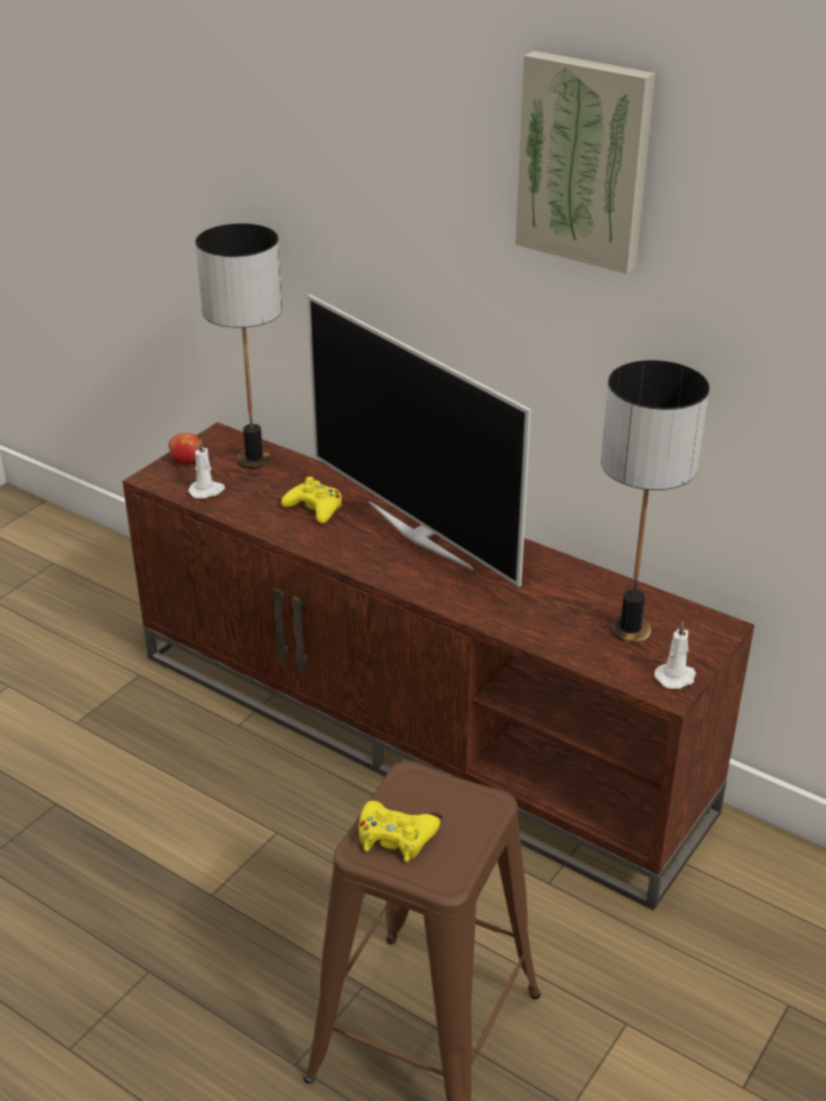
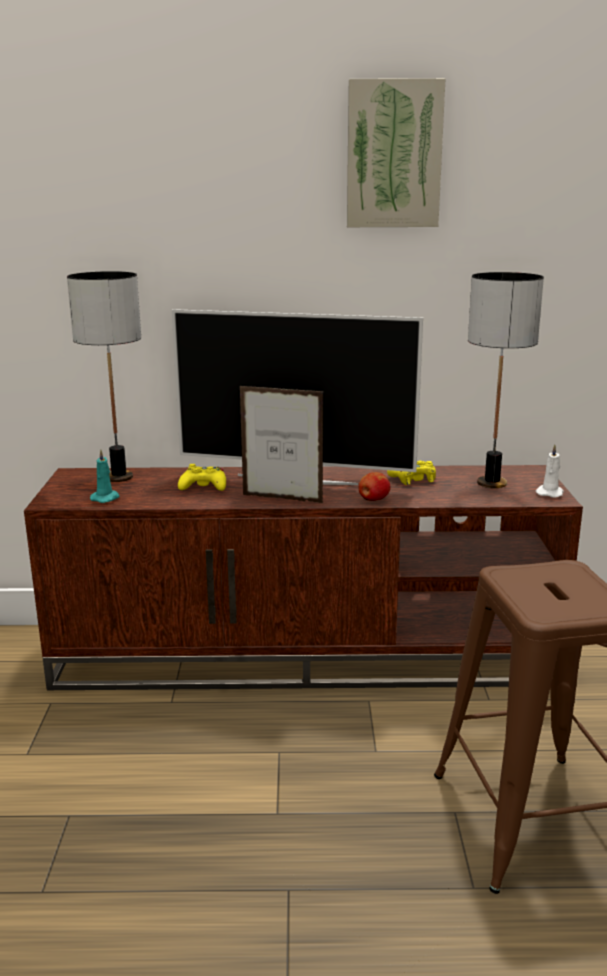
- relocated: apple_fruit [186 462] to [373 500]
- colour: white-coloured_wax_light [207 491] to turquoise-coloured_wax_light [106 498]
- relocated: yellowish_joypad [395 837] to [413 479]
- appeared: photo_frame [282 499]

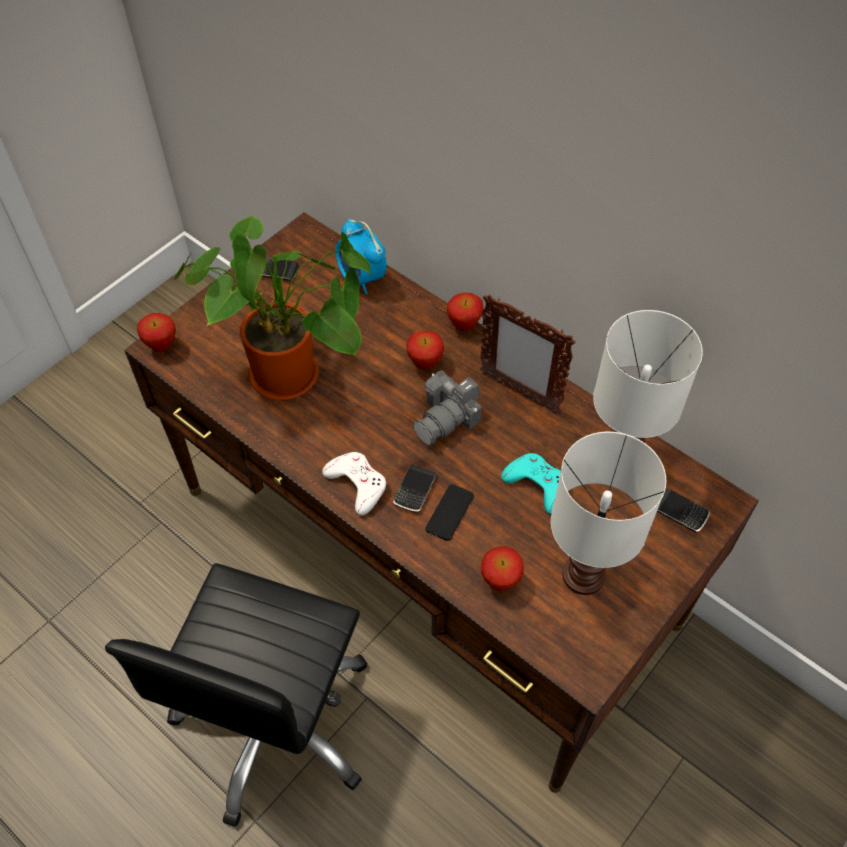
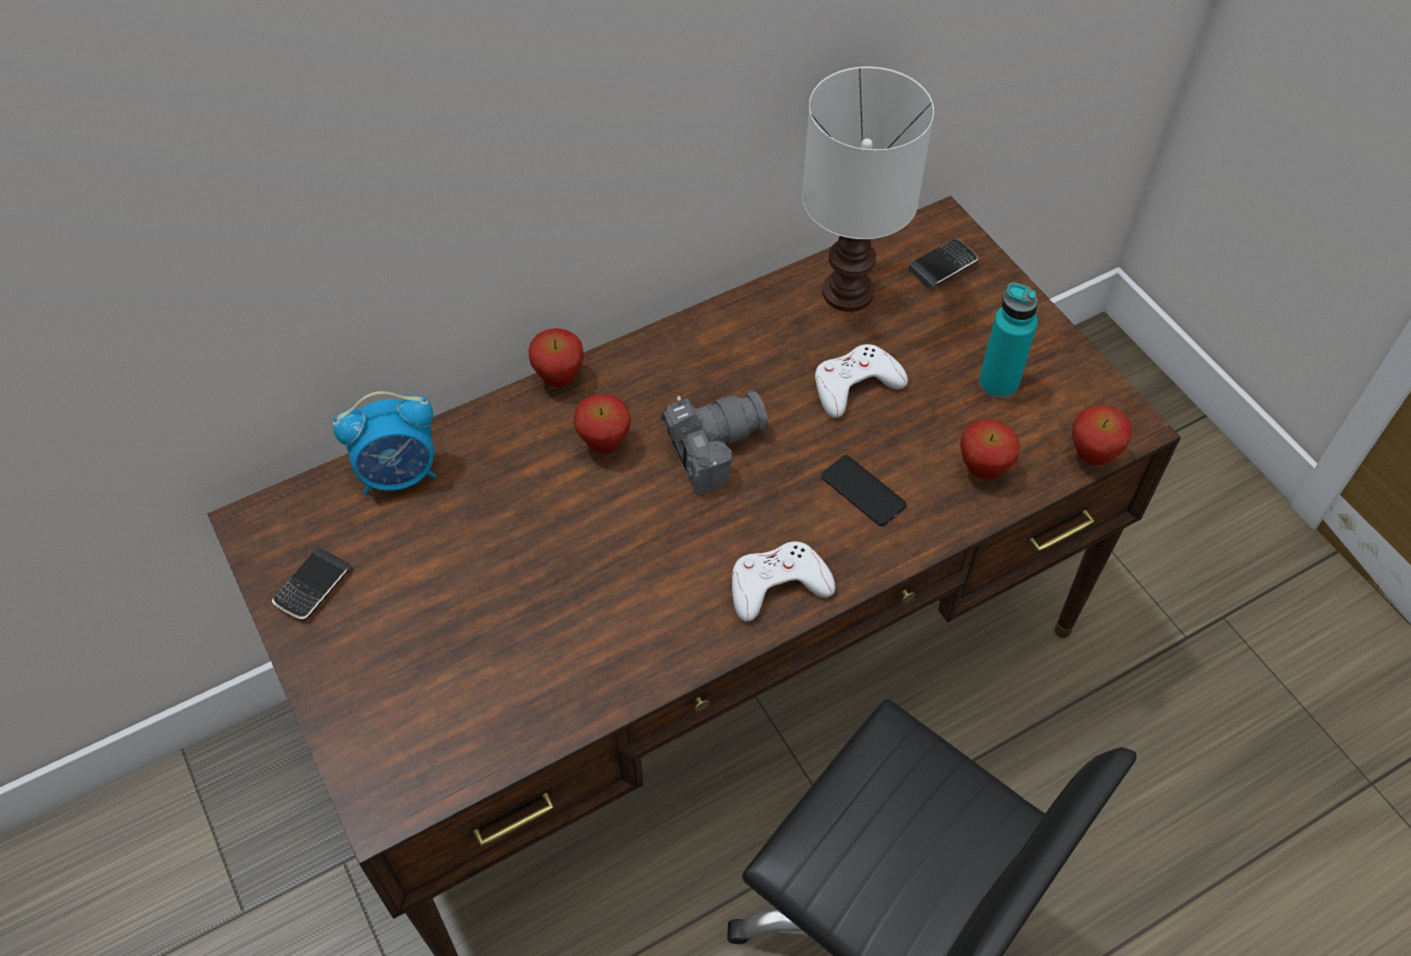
- missing: plant_in_a_pot [293 375]
- missing: photo_frame [519 392]
- relocated: apple_fruit [162 346] to [1092 456]
- spun: still_camera [447 418] = [710 447] 90 degrees counterclockwise
- exchanged: white-coloured_table_lamp [584 574] to turquoise-coloured_drink_bottle [998 383]
- colour: turquoise-coloured_joypad [537 484] to white-coloured_joypad [855 385]
- missing: phone [415 490]

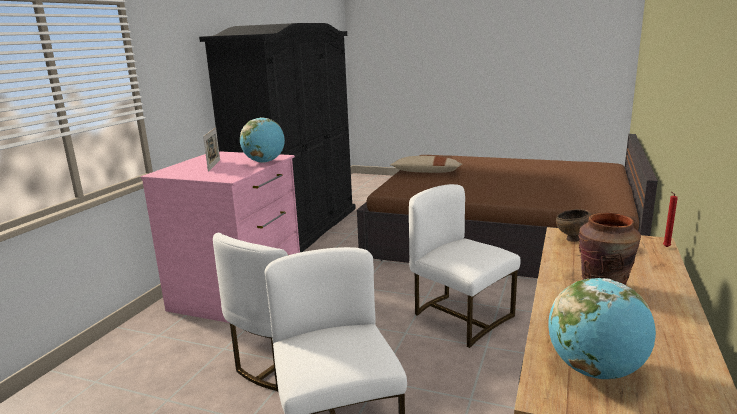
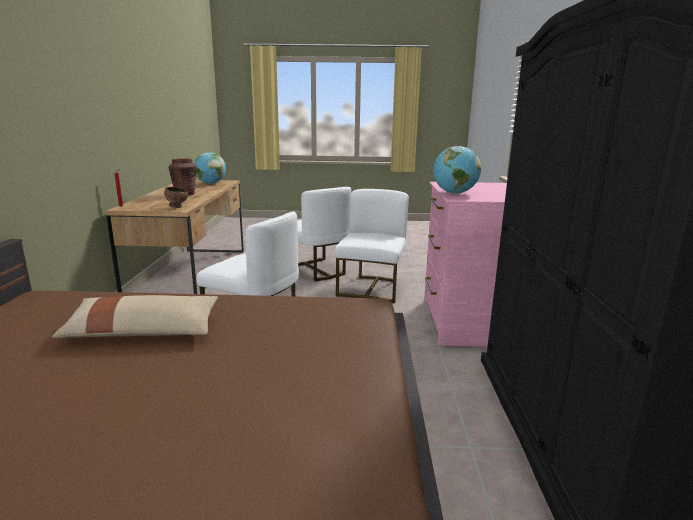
- missing: photo_frame [214 165]
- relocated: sand-coloured_pillow [426 172] to [143 331]

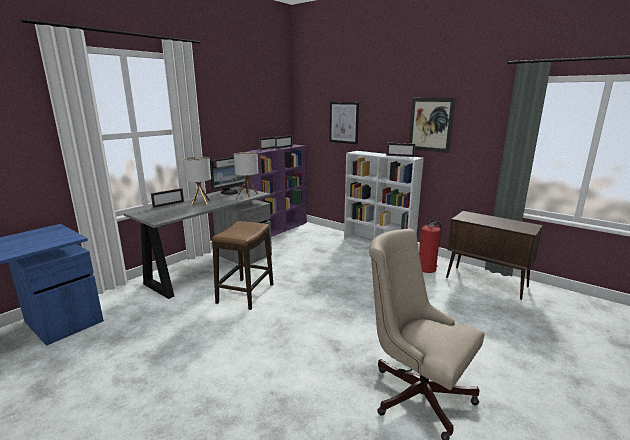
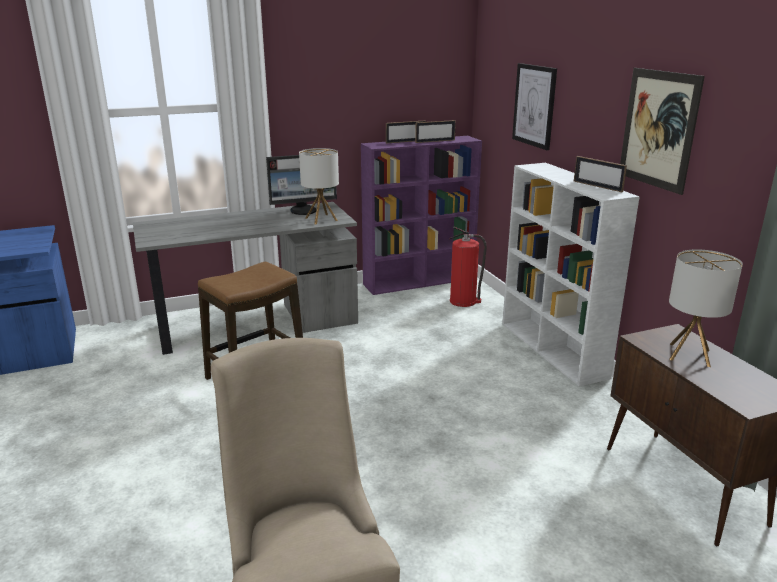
- relocated: table_lamp [200 202] to [689 354]
- missing: photo_frame [168 205]
- relocated: fire_extinguisher [427 268] to [464 301]

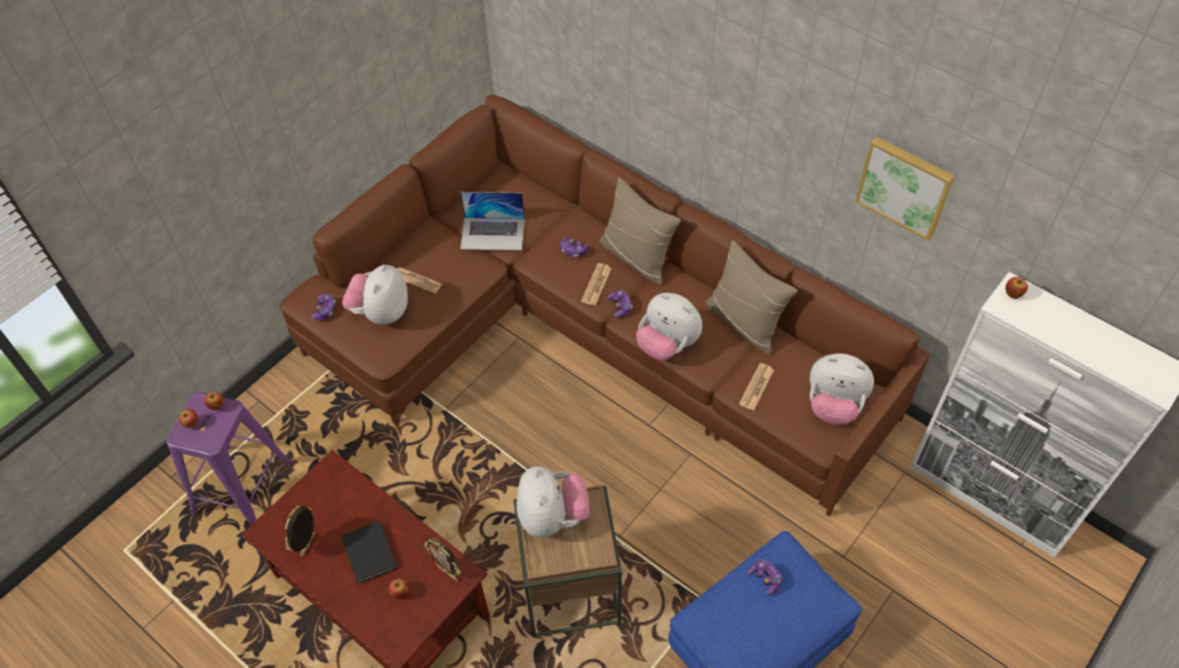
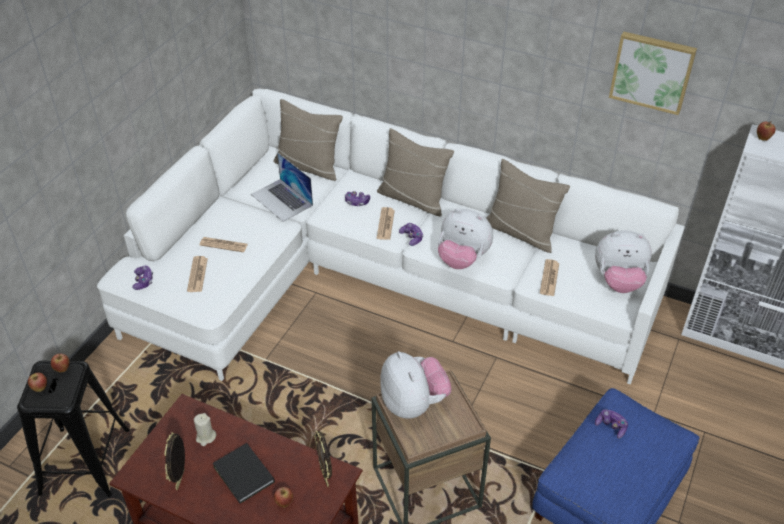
- colour: brown_sofa [585 332] to white-coloured_sofa [374 279]
- spun: portable_computer [493 234] = [282 200] 60 degrees clockwise
- exchanged: cuddly_toy [381 312] to printed_paper [197 274]
- colour: purple_stool [242 488] to blackish_stool [85 462]
- spun: photo_frame [448 573] = [325 476] 45 degrees clockwise
- appeared: sand-coloured_pillow [308 166]
- appeared: sand-coloured_wax_light [205 437]

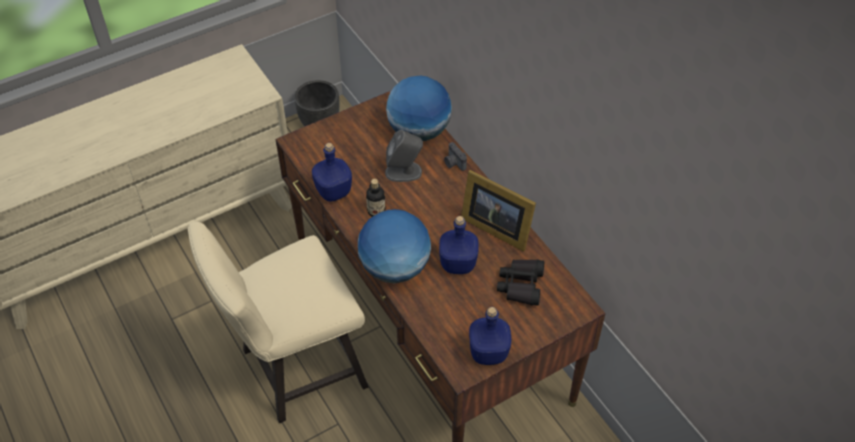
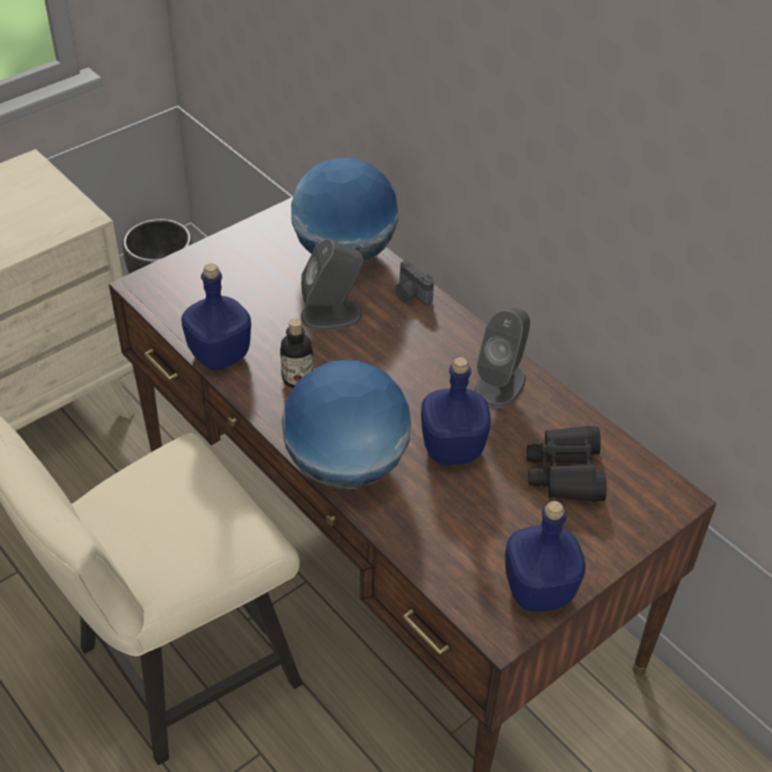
- exchanged: photo_frame [495 226] to grey_loudspeaker [500 384]

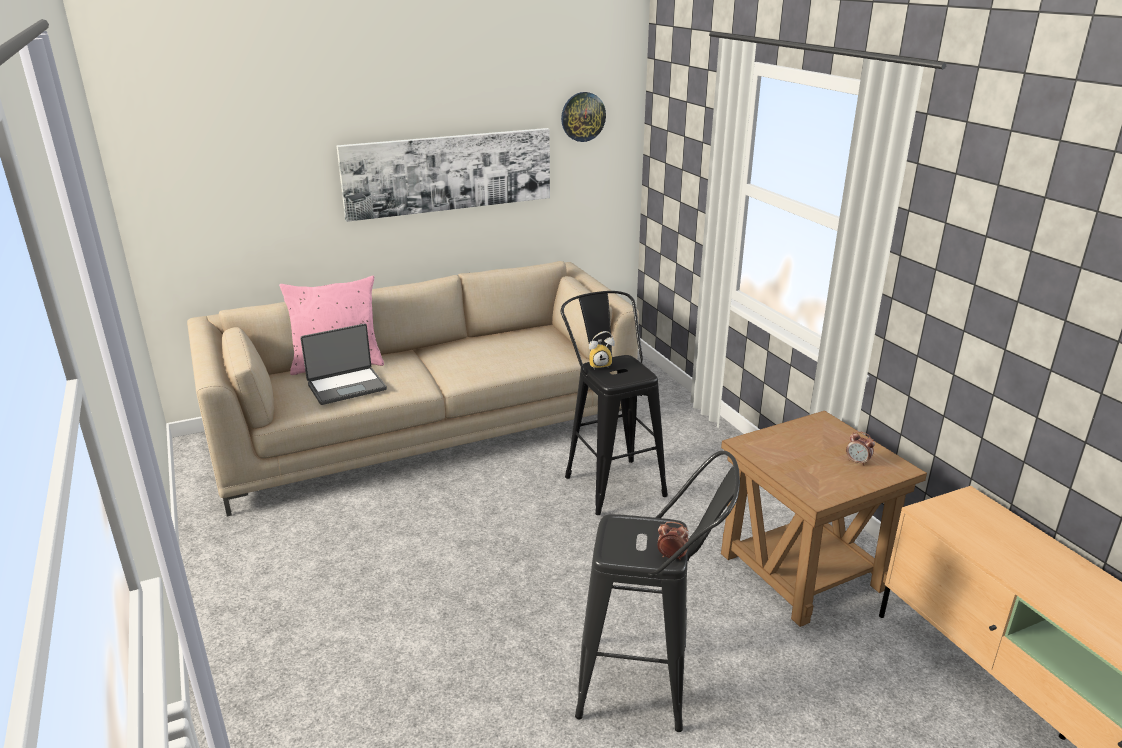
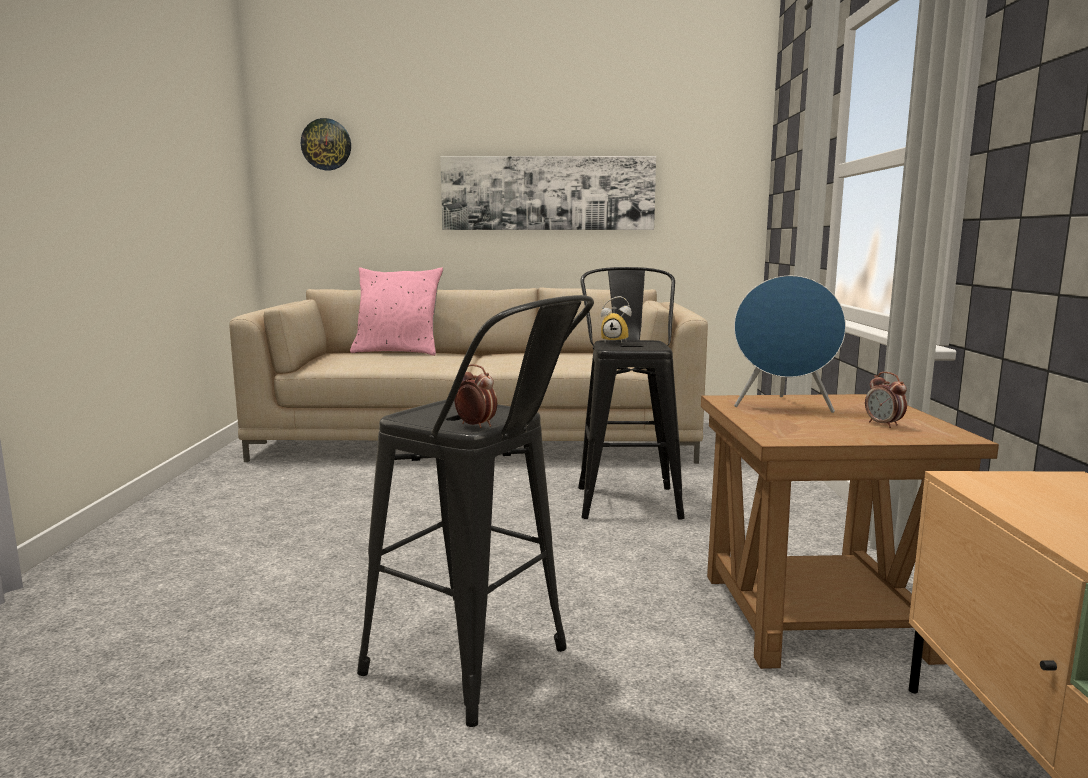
- relocated: clock_on_the_wall [583 116] to [326 144]
- missing: portable_computer [346 386]
- appeared: bluish_loudspeaker [783 407]

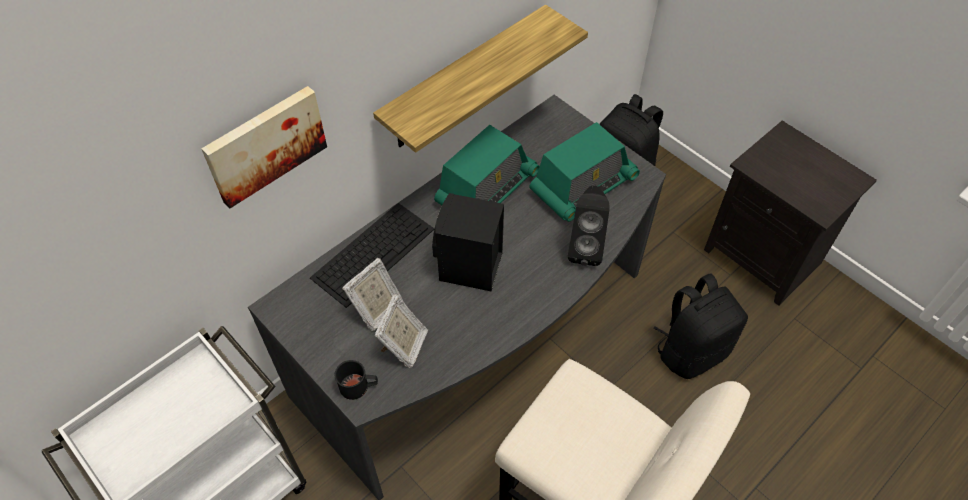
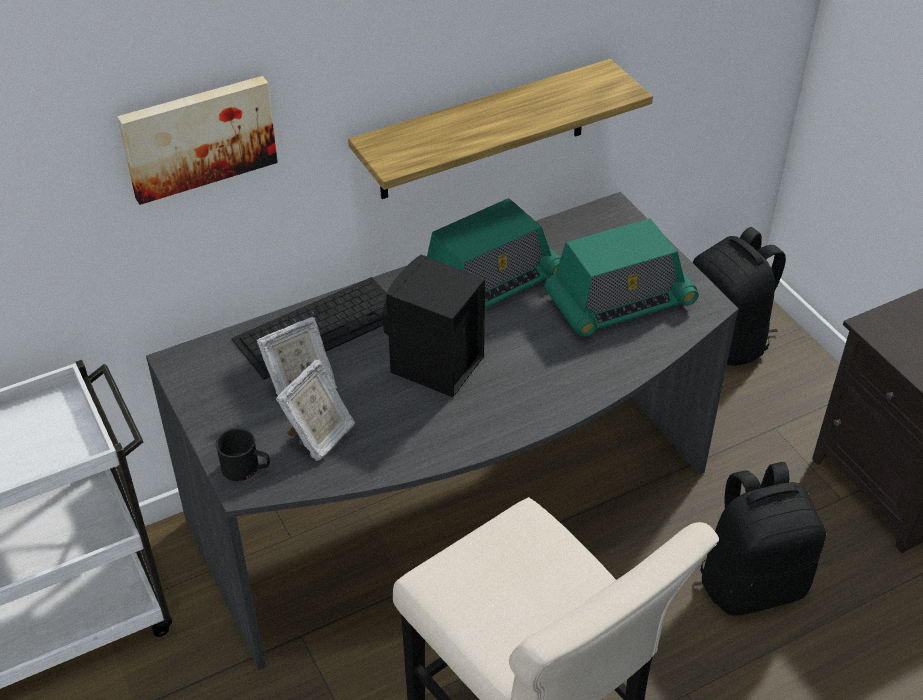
- missing: blackish_loudspeaker [585 248]

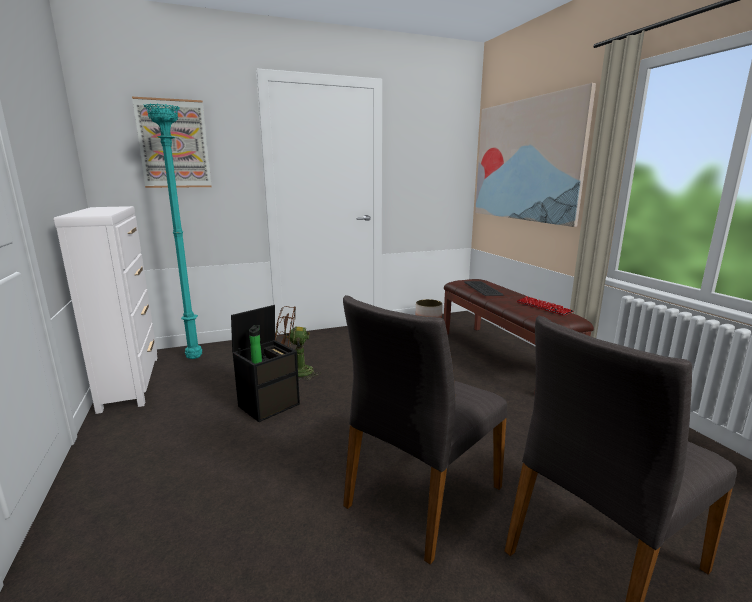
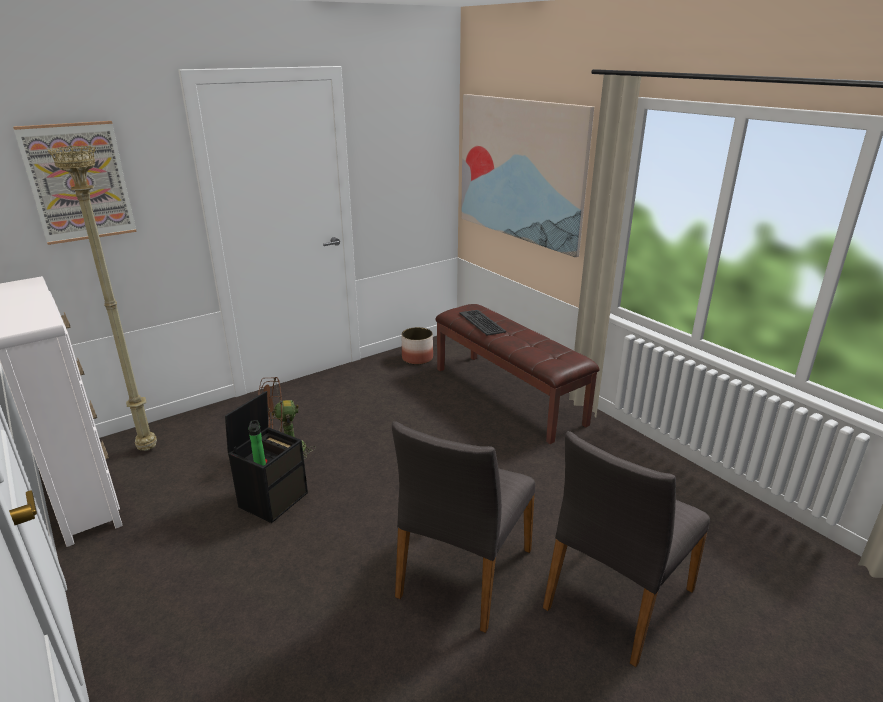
- colour: turquoise-coloured_standing_lamp [195 359] to sand-coloured_standing_lamp [149 449]
- missing: PC_keyboard [543 307]

